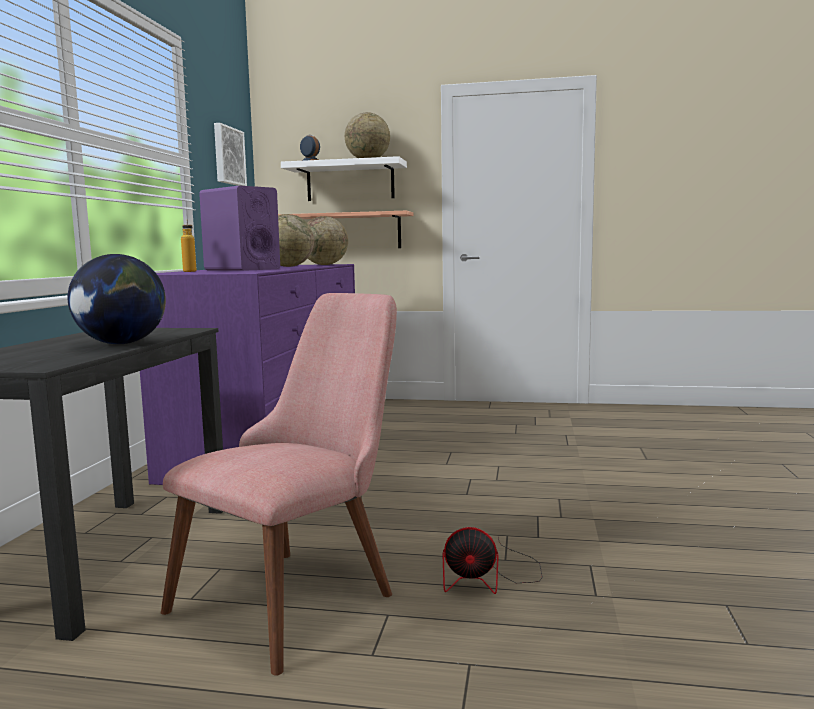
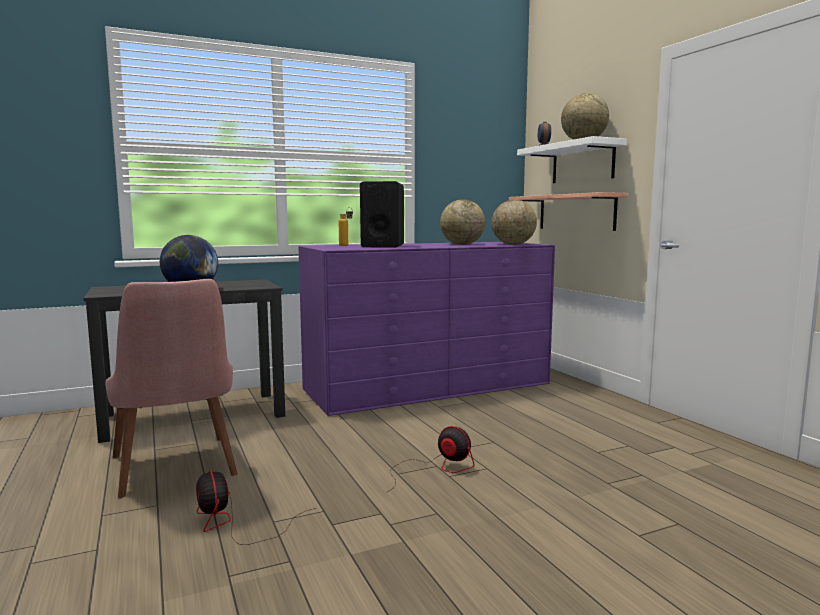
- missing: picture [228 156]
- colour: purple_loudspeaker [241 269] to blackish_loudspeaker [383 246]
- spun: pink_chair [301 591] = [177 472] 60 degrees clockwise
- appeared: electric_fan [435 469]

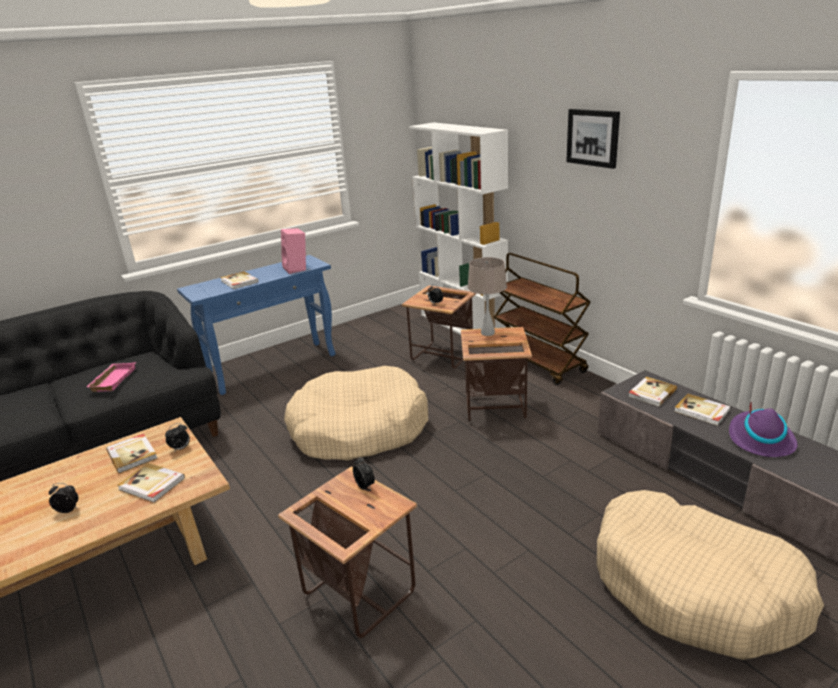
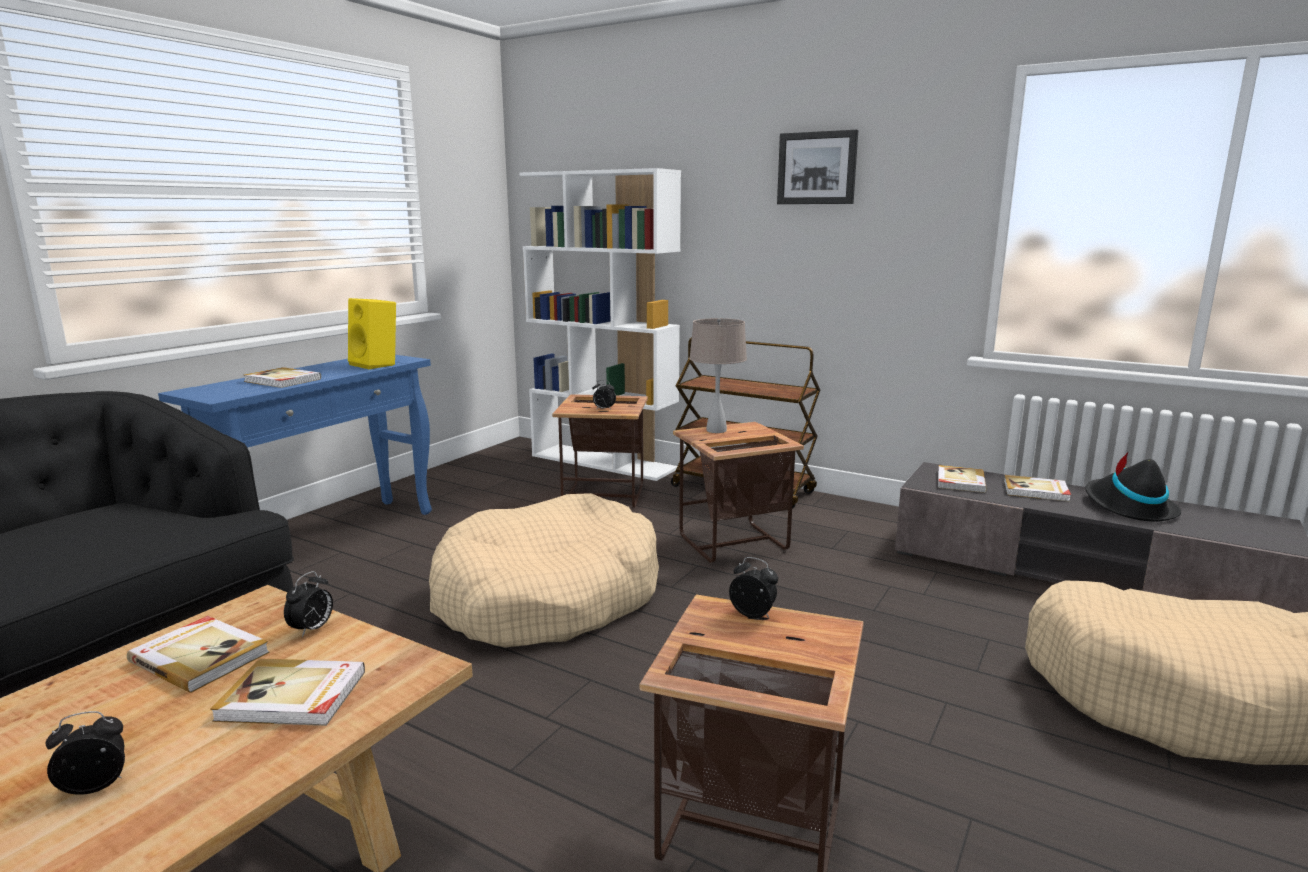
- colour: pink_loudspeaker [297 269] to yellowish_loudspeaker [376 365]
- missing: pink_serving_tray [112 380]
- colour: purple_clothing_hat [760 439] to blackish_clothing_hat [1128 507]

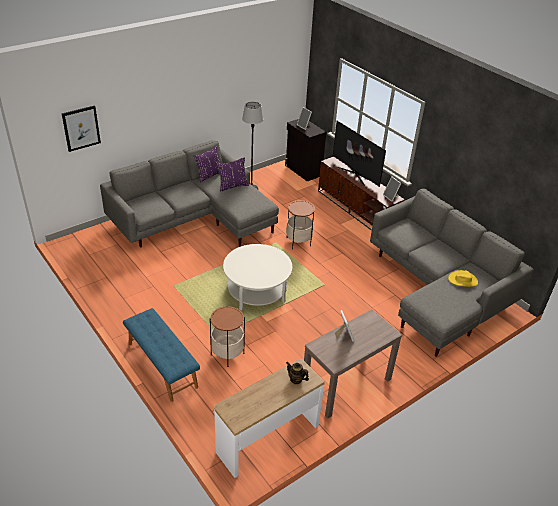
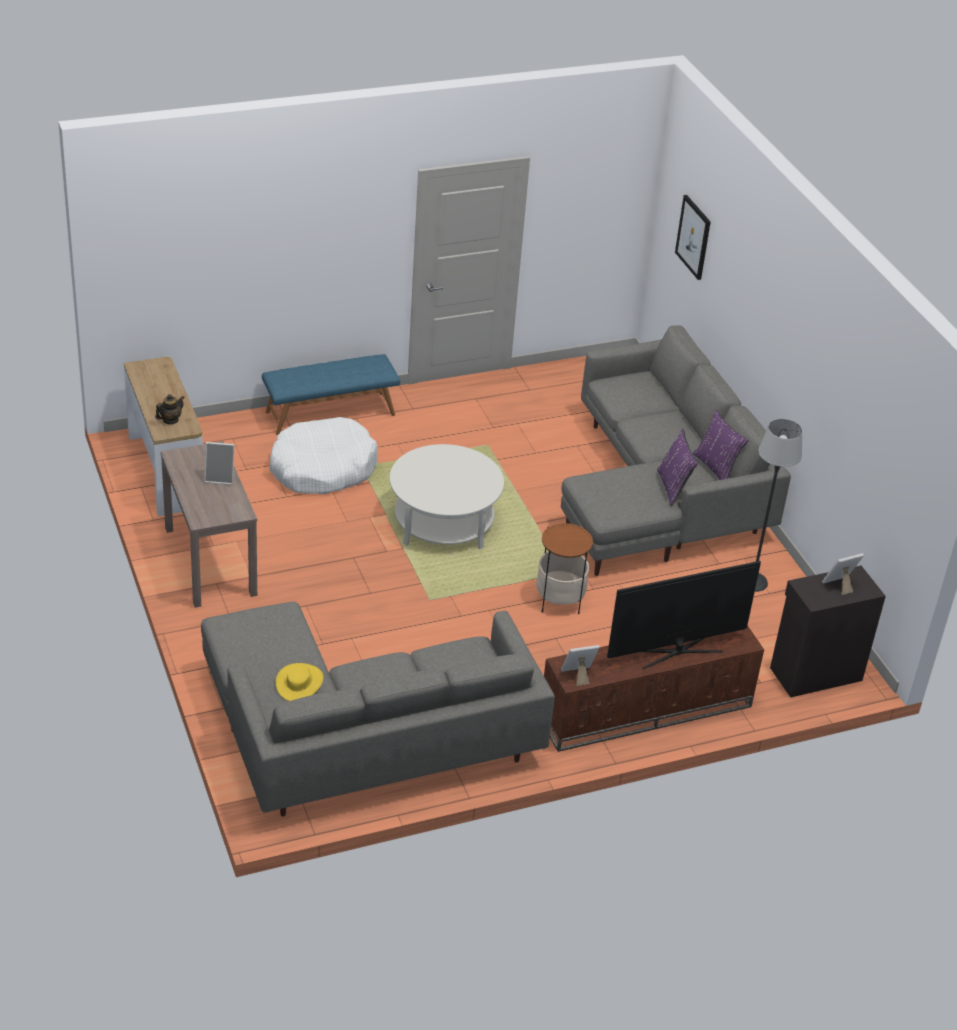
- exchanged: accent_table [227 354] to white-coloured_dog_cushion [322 468]

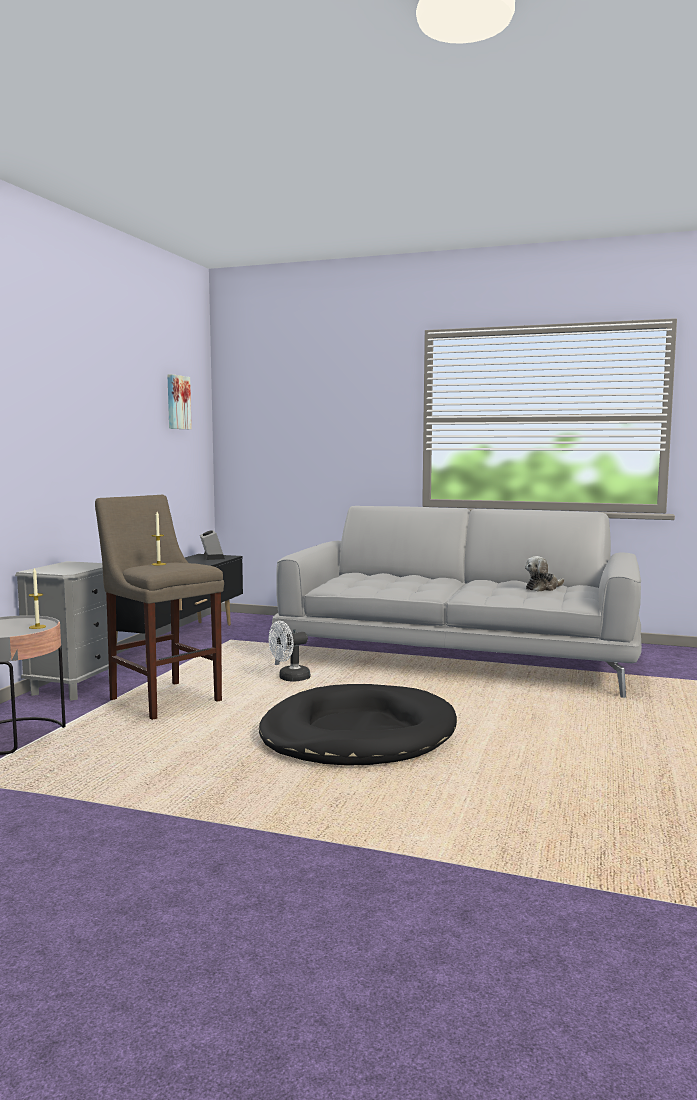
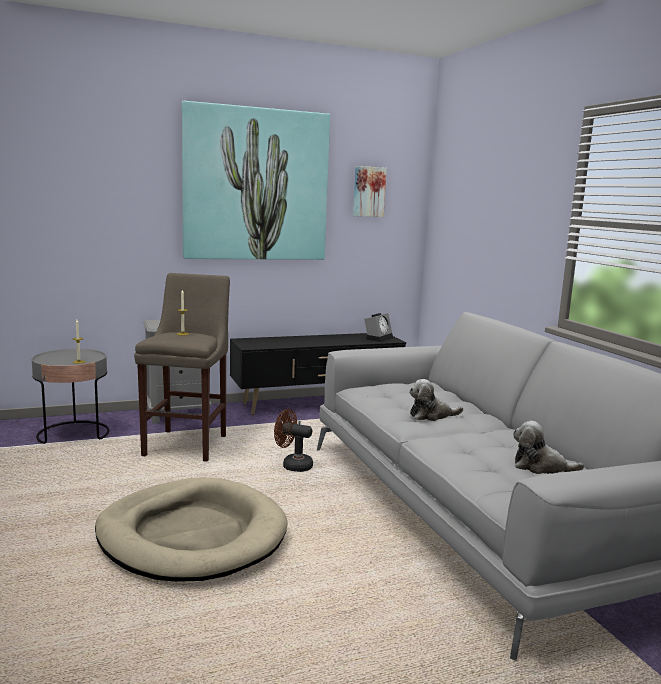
- colour: white-coloured_electric_fan [289 678] to brown_electric_fan [292 465]
- colour: blackish_dog_cushion [358 734] to sand-coloured_dog_cushion [192 535]
- appeared: picture [255 185]
- appeared: cuddly_toy [431 415]

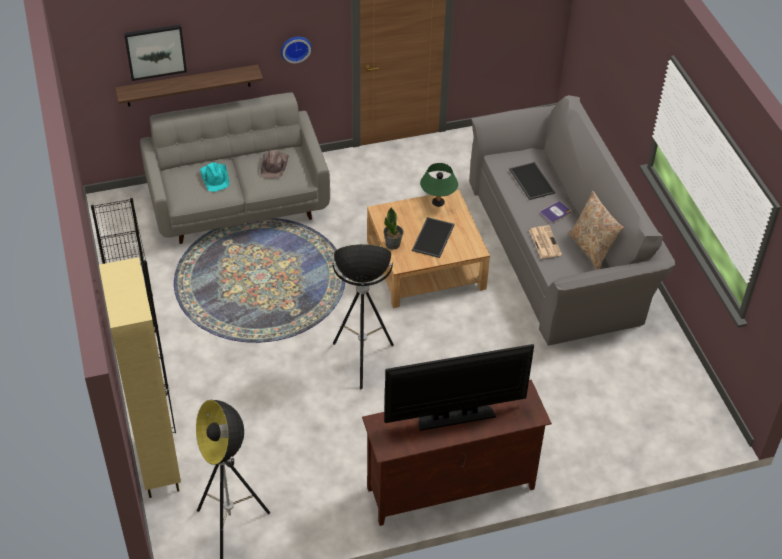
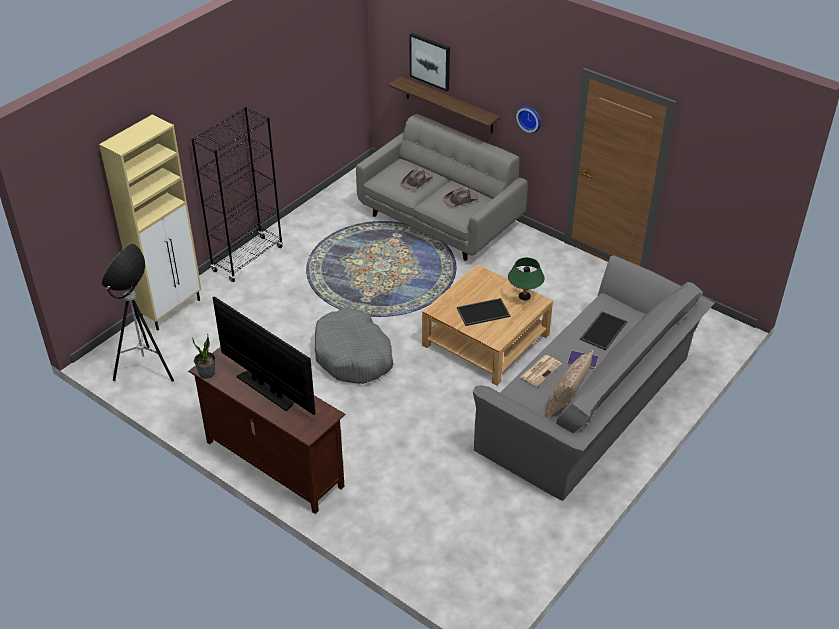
- colour: turquoise-coloured_clothing_hat [215 178] to brown_clothing_hat [417 181]
- relocated: plant_in_a_pot [393 244] to [207 373]
- exchanged: standing_lamp [362 361] to grey_dog_cushion [353 356]

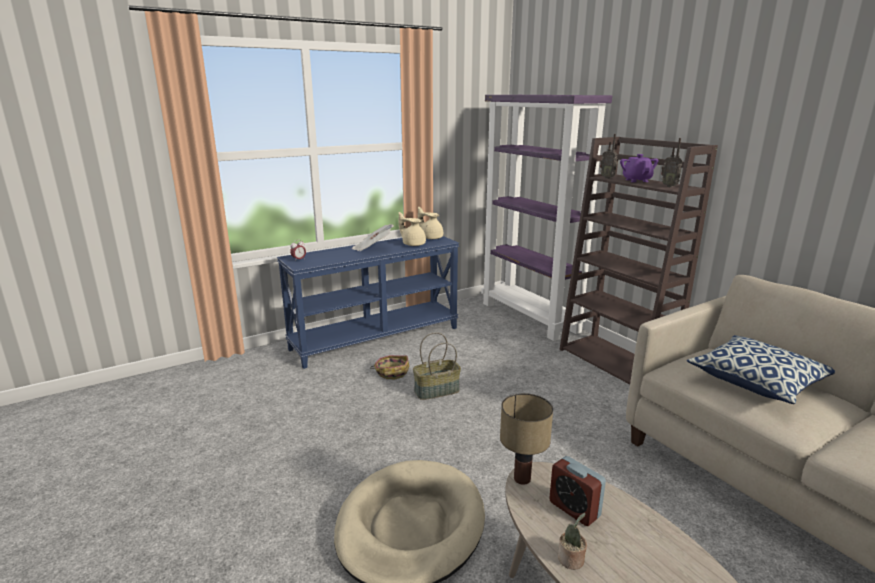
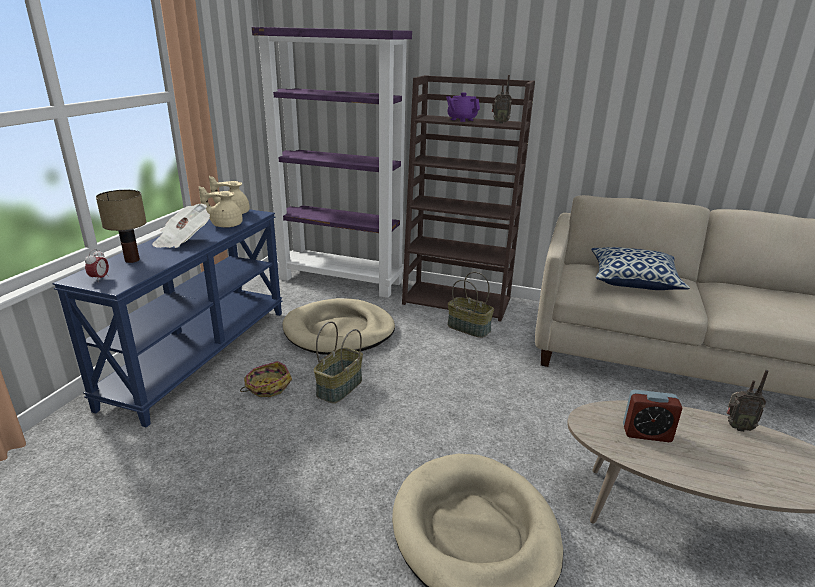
- relocated: radio_set [607 178] to [737 427]
- relocated: table_lamp [523 478] to [133 260]
- missing: plant_in_a_pot [571 560]
- appeared: storage_basket [469 328]
- appeared: sand-coloured_dog_cushion [339 331]

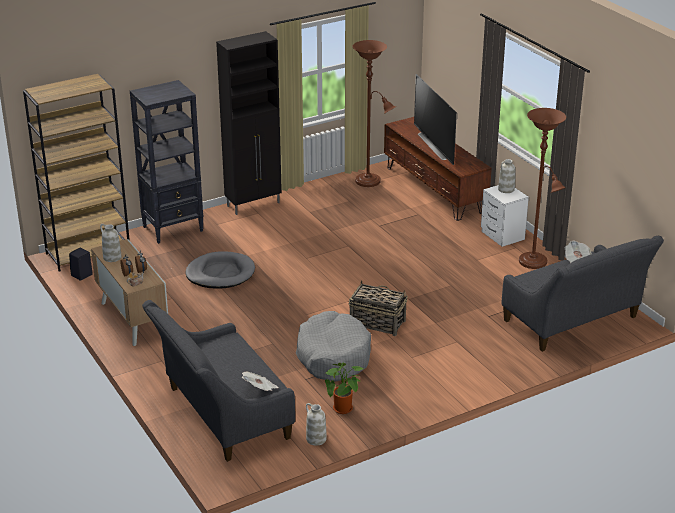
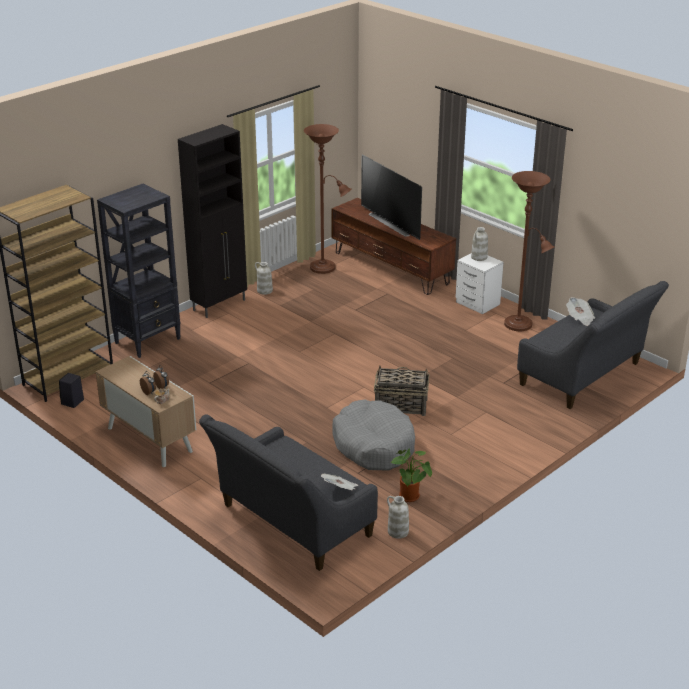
- relocated: white-coloured_flower_vase [112 257] to [264 291]
- missing: grey_dog_cushion [220 273]

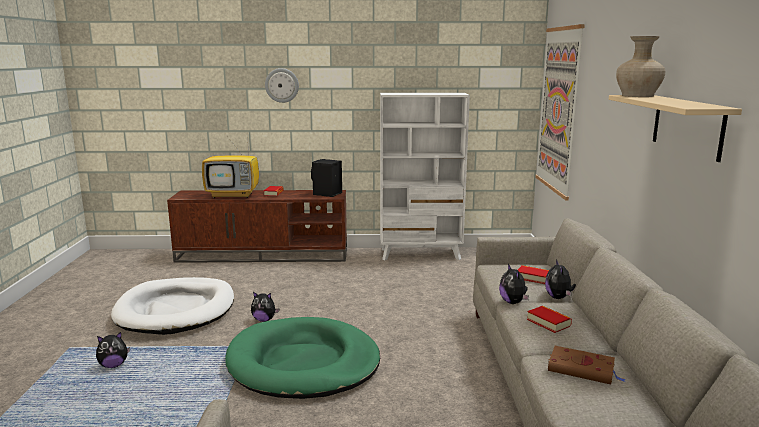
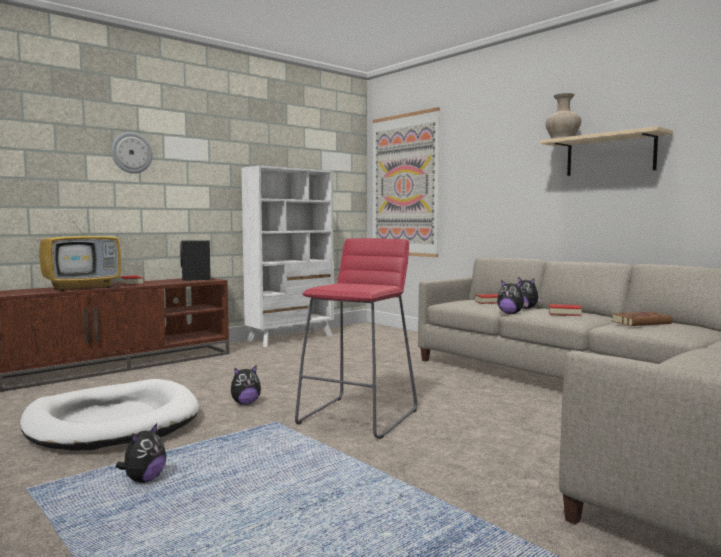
- exchanged: green-coloured_dog_cushion [303 363] to red-coloured_stool [359 416]

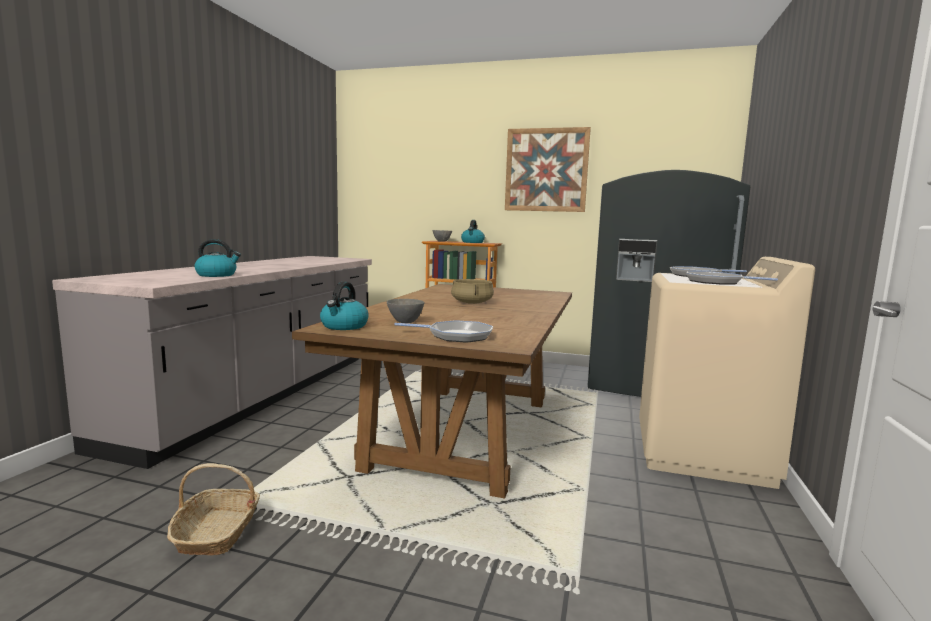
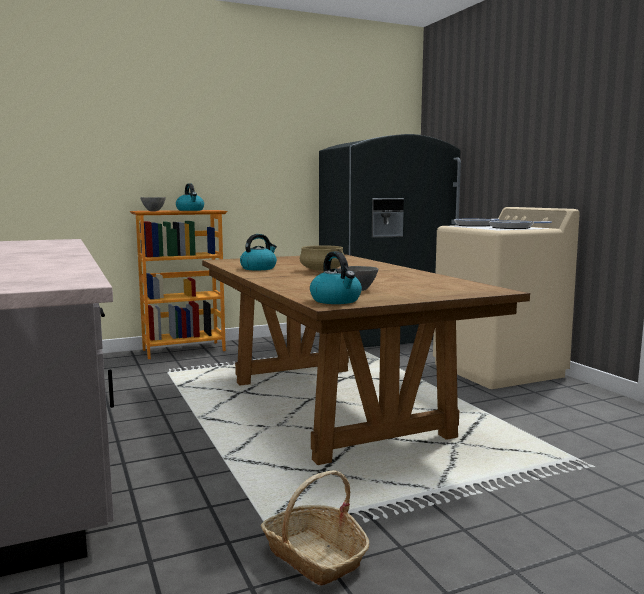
- missing: picture [546 170]
- relocated: kettle [217 275] to [259 268]
- missing: pan [456 336]

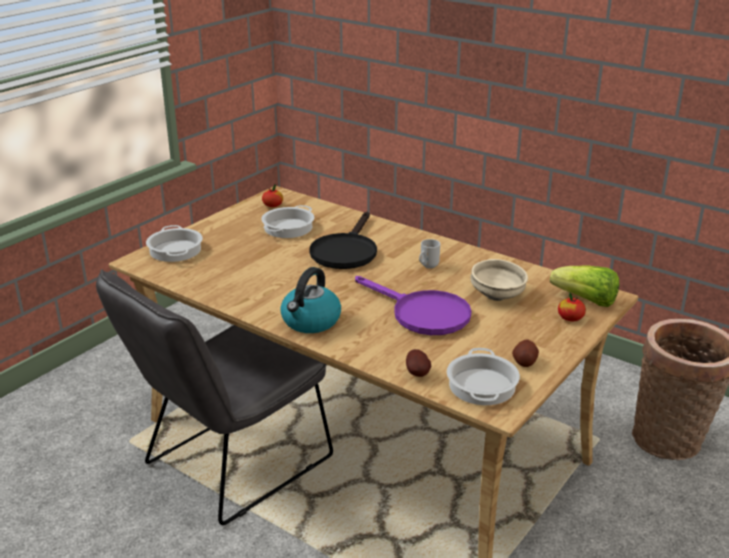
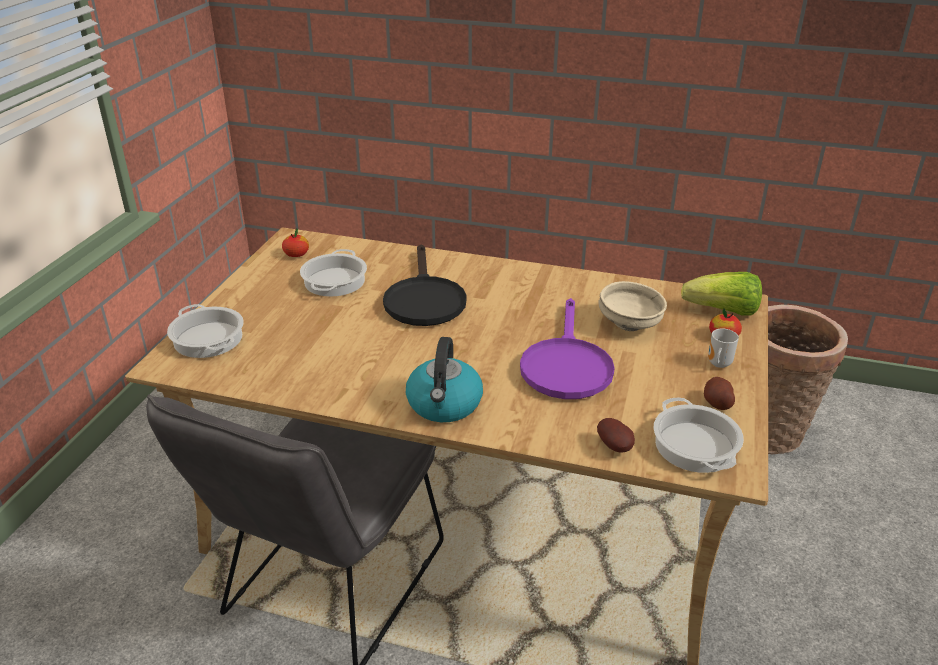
- relocated: mug [428 266] to [717 364]
- spun: purple_pan [422 314] = [566 365] 75 degrees clockwise

